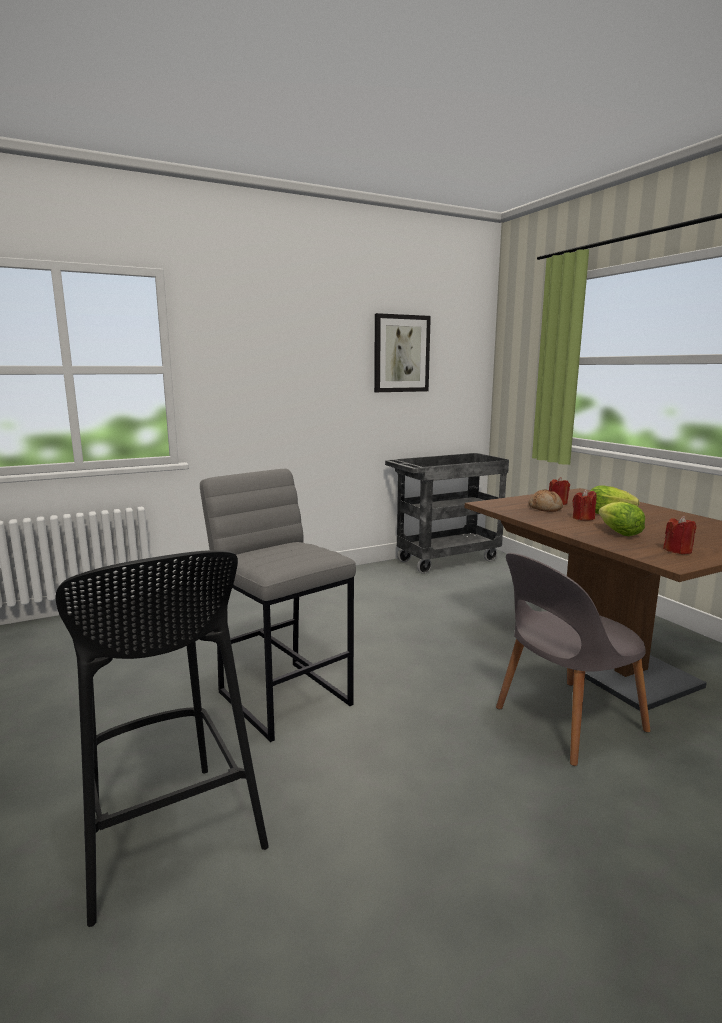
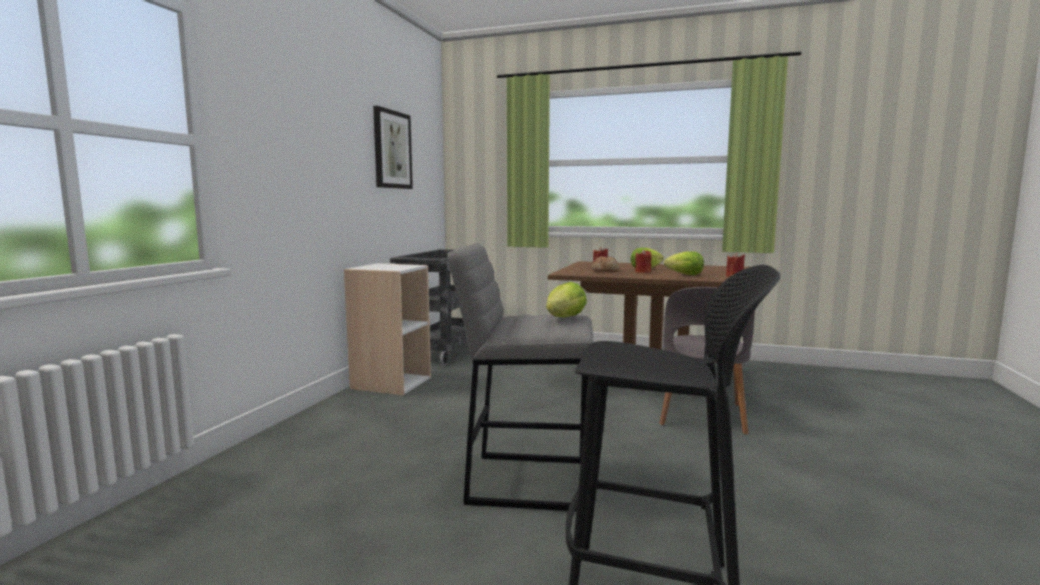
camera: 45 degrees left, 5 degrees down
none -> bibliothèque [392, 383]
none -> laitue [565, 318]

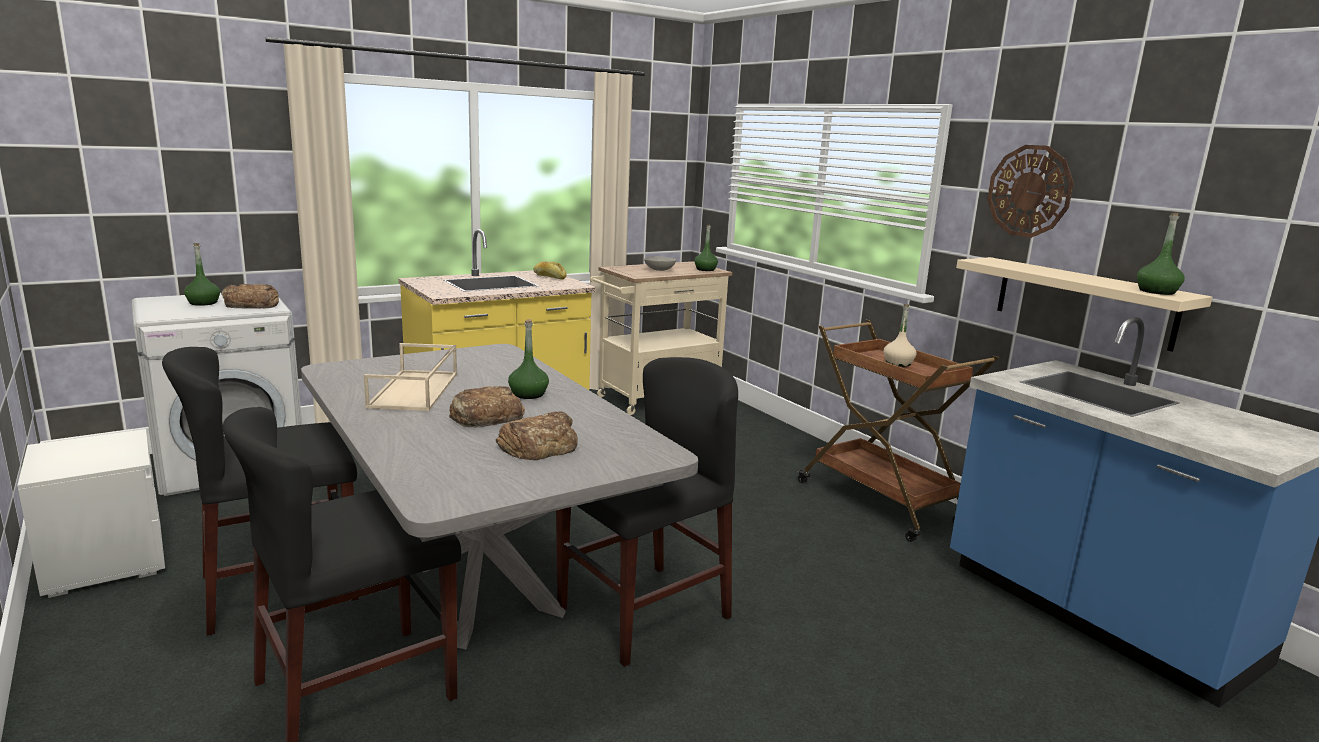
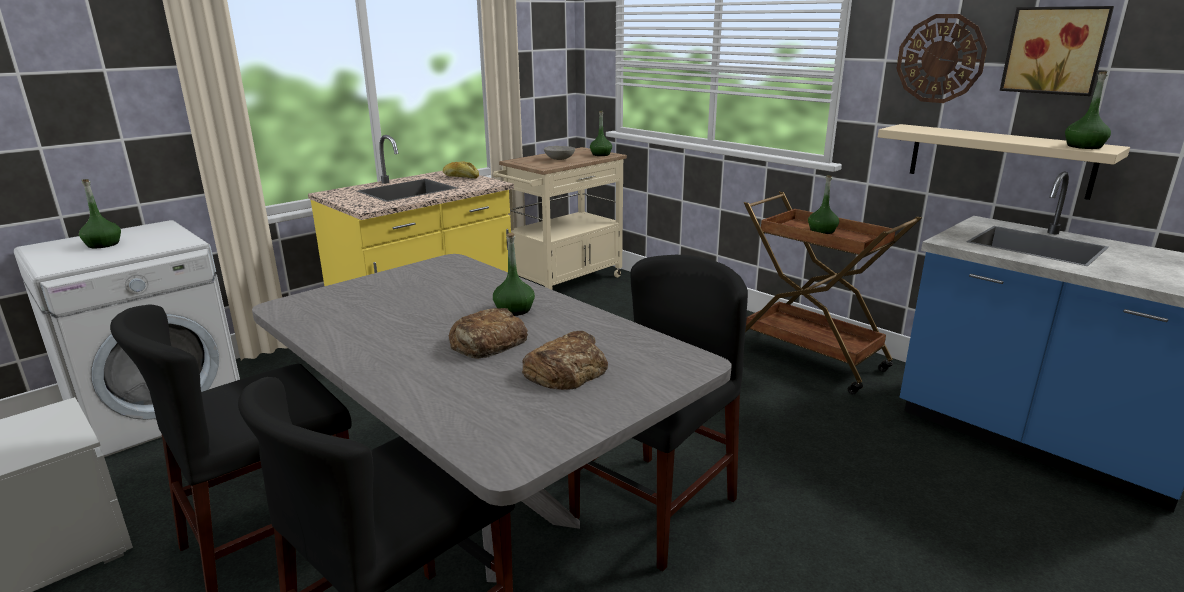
camera: 10 degrees left, 5 degrees up
pain [251, 304] -> none
plateau (beige) [415, 390] -> none
bouteille (beige) [898, 363] -> bouteille (vert) [822, 231]
none -> tableau [1055, 50]

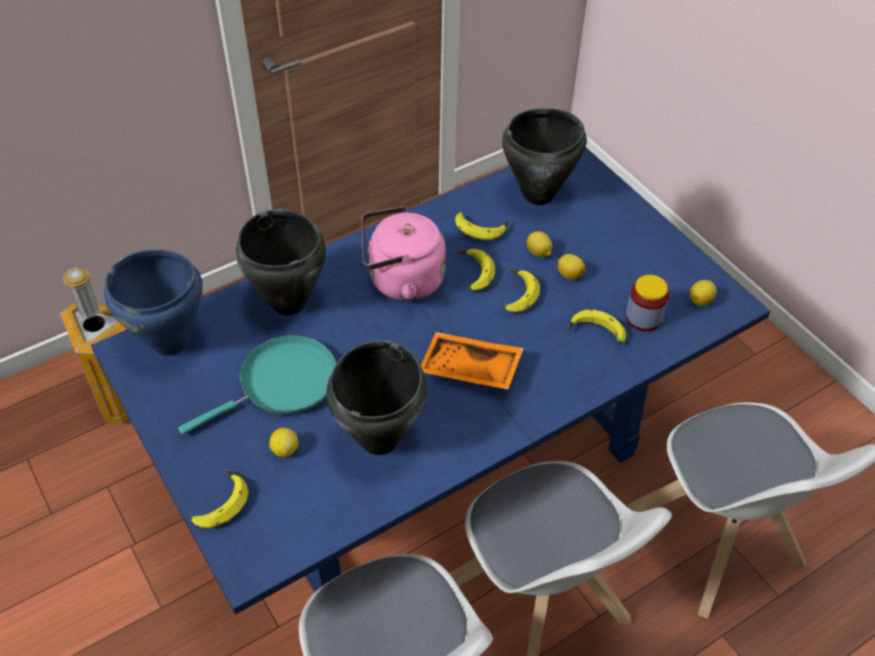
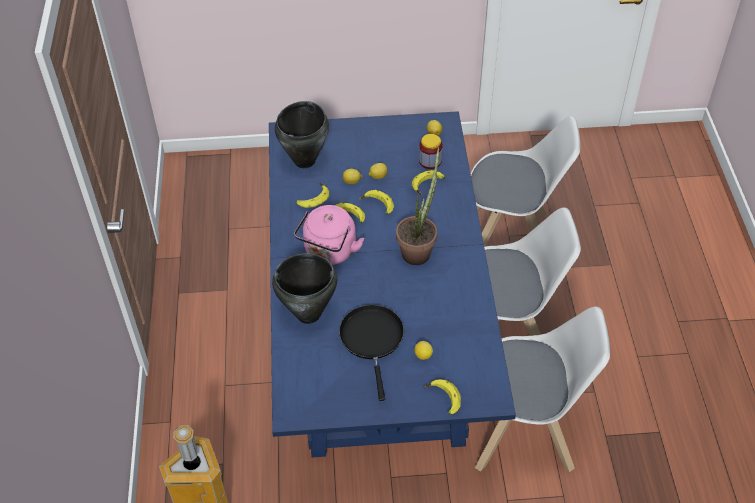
camera: 60 degrees left, 0 degrees up
marmite (bleu) [170, 343] -> none
poêle (turquoise) [282, 383] -> poêle (noir) [372, 339]
marmite (noir) [380, 439] -> none
plateau (orange) [469, 370] -> plante en pot [418, 249]

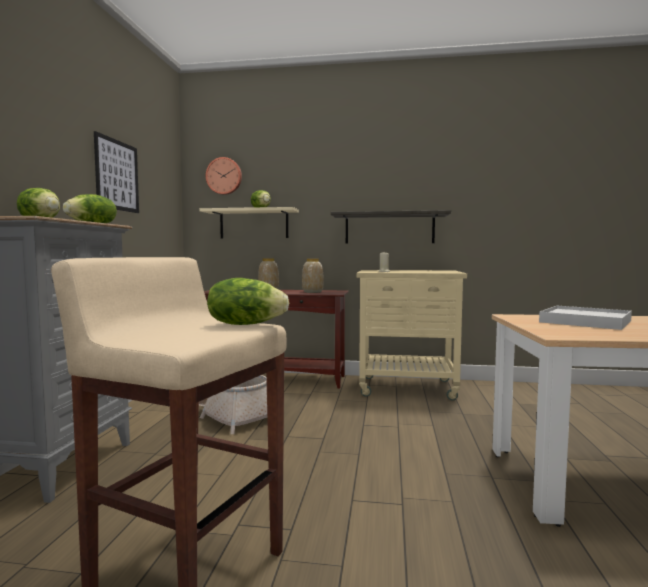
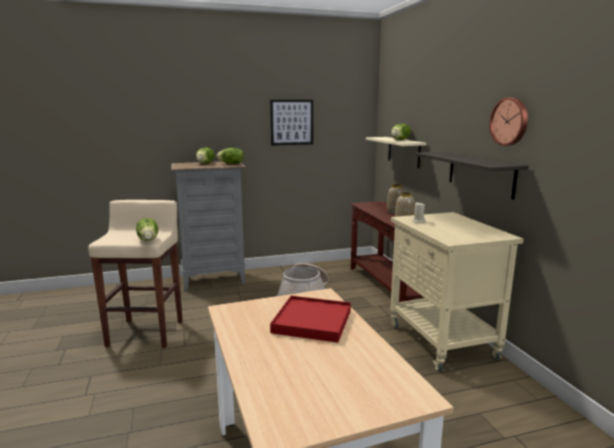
camera: 65 degrees right, 10 degrees up
horloge murale [224, 176] -> horloge murale [510, 121], moved
plateau (blanc) [585, 321] -> plateau (rouge) [312, 322]

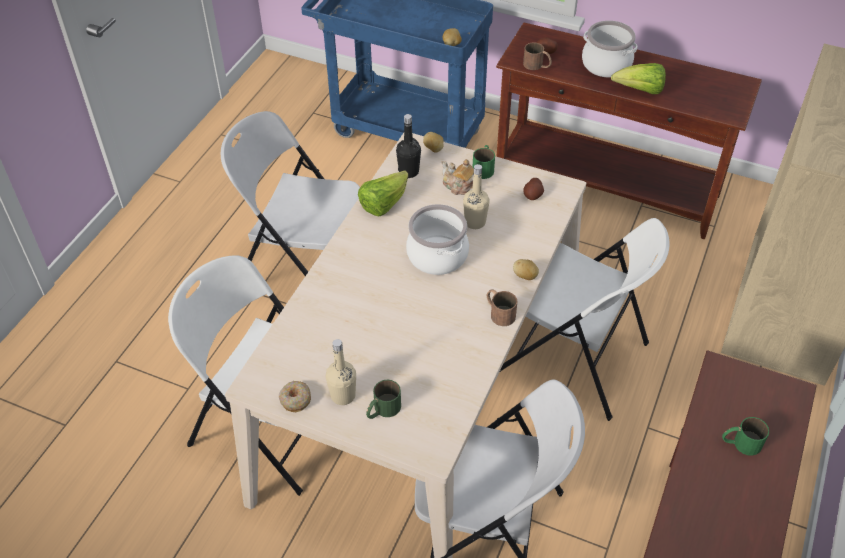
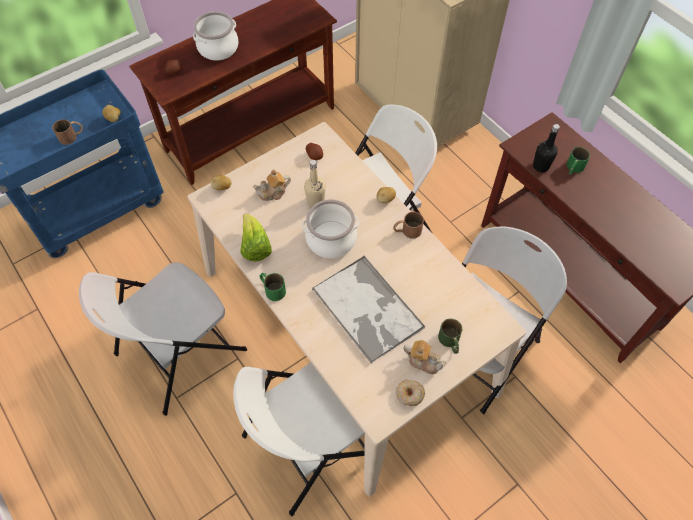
camera: 60 degrees left, 10 degrees up
bouteille (beige) [343, 395] -> théière [423, 361]
bouteille (noir) [409, 172] -> bouteille (noir) [540, 166], moved
mug (vert) [484, 167] -> mug (vert) [272, 289], moved
mug (marron) [537, 65] -> mug (marron) [72, 136], moved
laitue [640, 91] -> none
none -> plateau [368, 309]

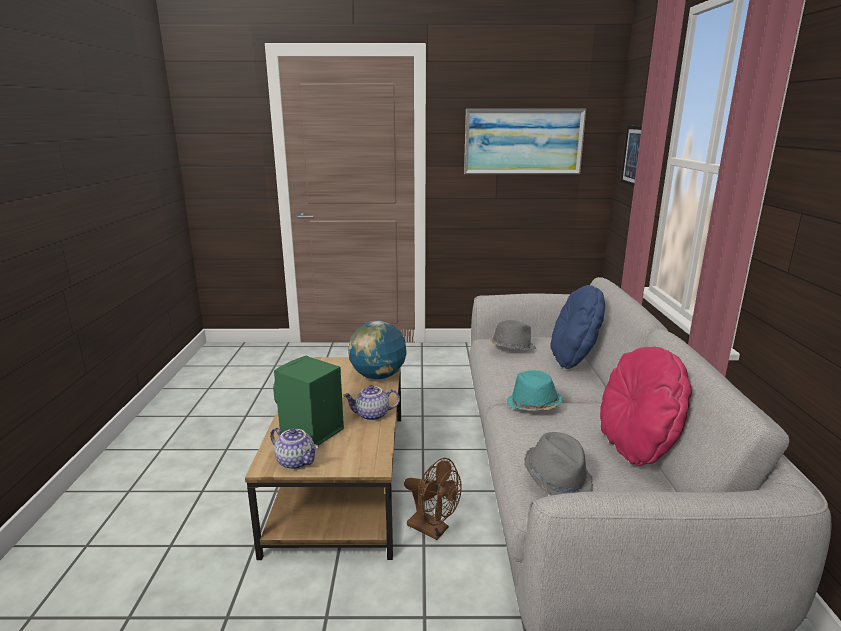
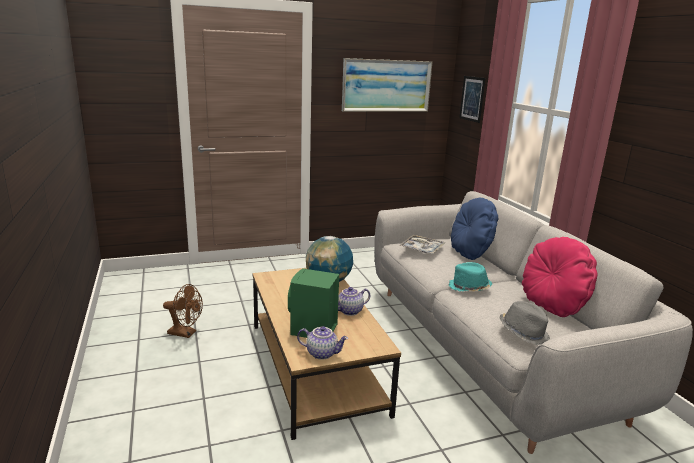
camera: 20 degrees left, 0 degrees up
ventilateur (marron) [433, 529] -> ventilateur (marron) [186, 333], moved
chapeau (gris) [511, 348] -> plateau [422, 249]

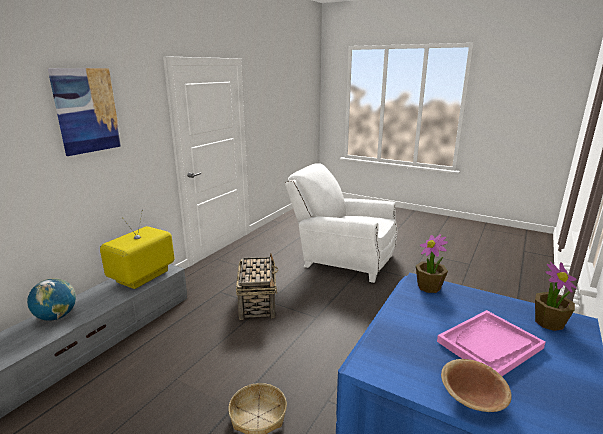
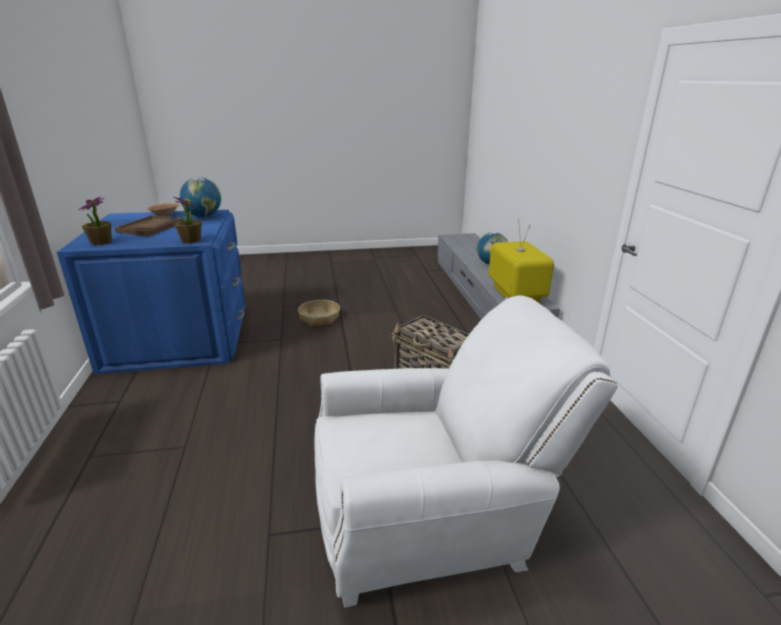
camera: 140 degrees right, 5 degrees up
tableau [87, 110] -> none
plateau (rose) [489, 345] -> plateau (marron) [150, 227]
none -> globe [203, 216]

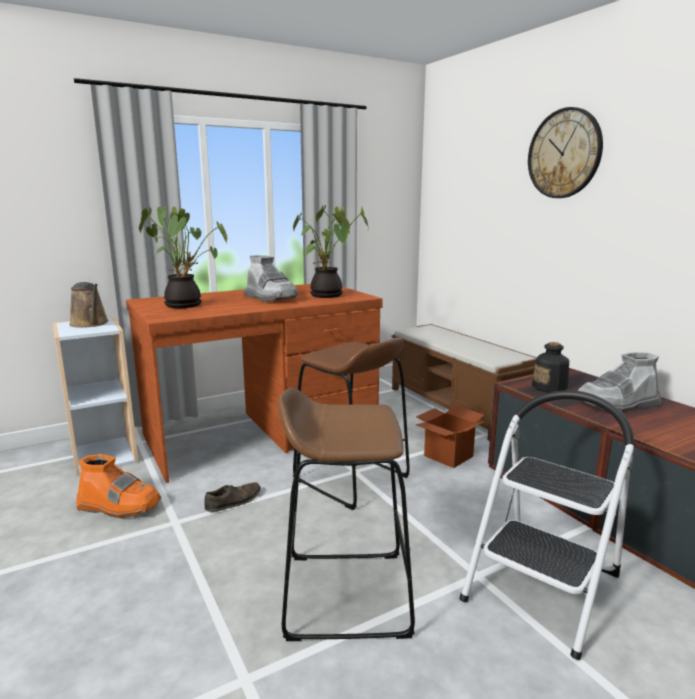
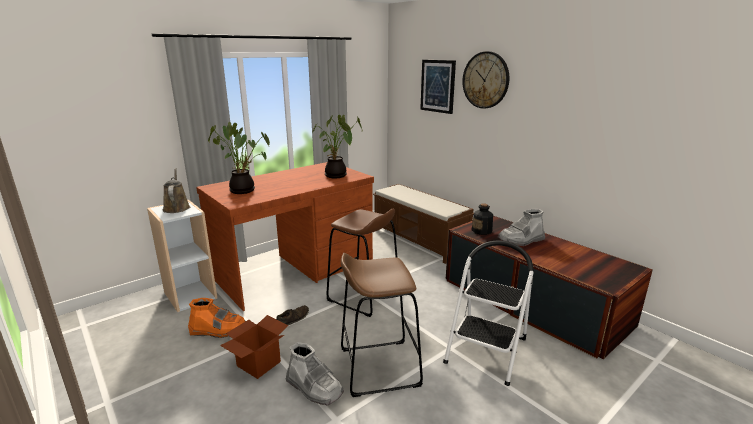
camera: 10 degrees left, 5 degrees up
arrosoir (marron) [90, 324] -> arrosoir (marron) [176, 207], 150 degrees counterclockwise
botte (gris) [271, 298] -> botte (gris) [314, 388], moved
carton [448, 456] -> carton [259, 363], moved
none -> tableau [438, 86]

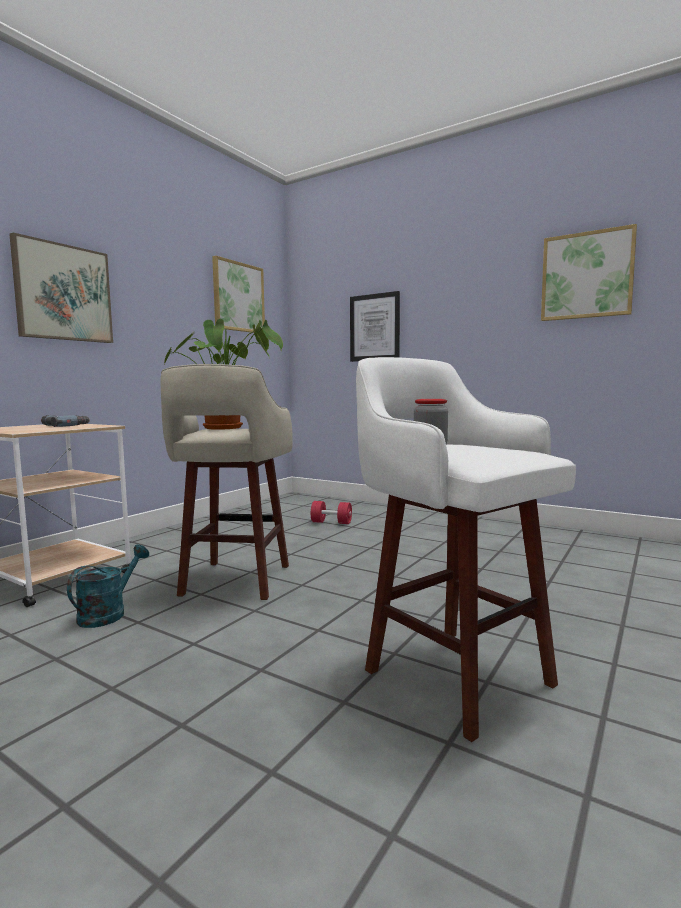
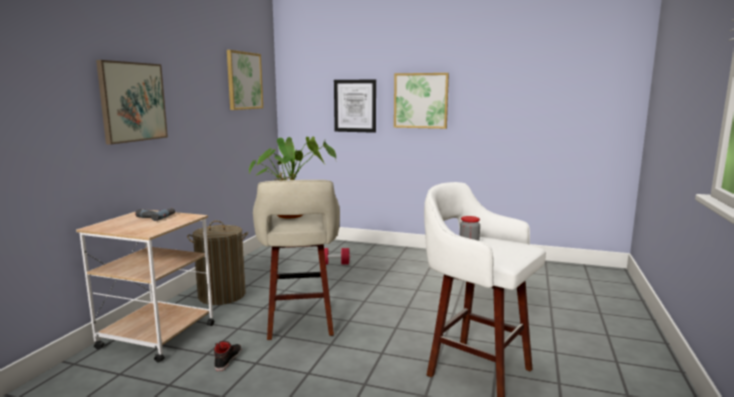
camera: 15 degrees left, 5 degrees up
arrosoir (turquoise) [108, 613] -> chaussure (noir) [228, 359]
tableau [586, 275] -> tableau [421, 100], moved
none -> panier à linge [222, 295]

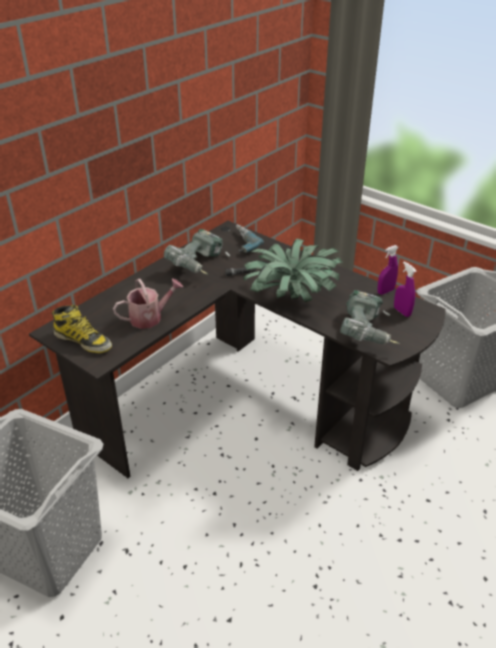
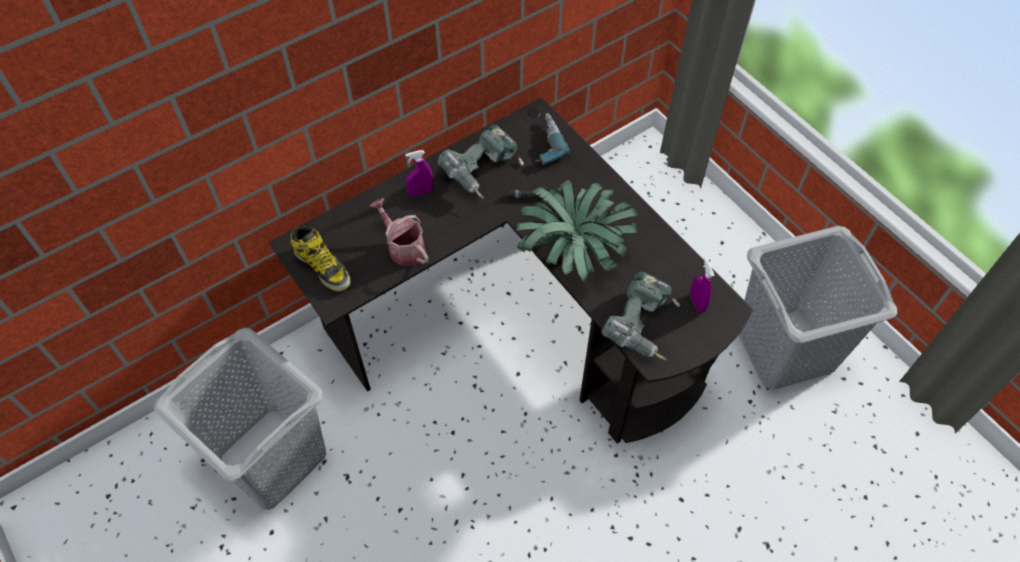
camera: 15 degrees right, 20 degrees up
arrosoir [150, 317] -> arrosoir [403, 247], 120 degrees counterclockwise
vaporisateur (violet) [385, 291] -> vaporisateur (violet) [421, 192], moved

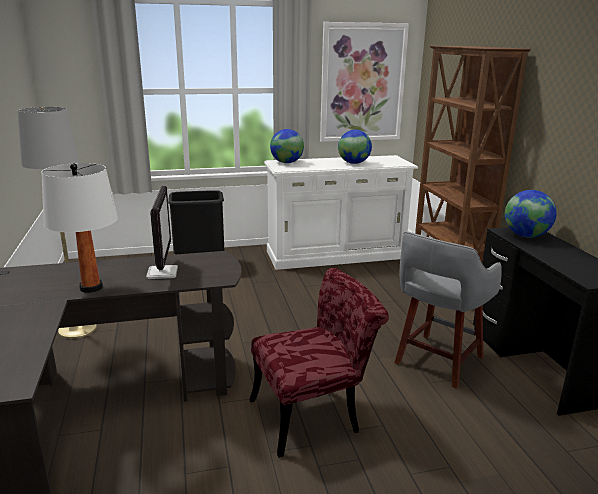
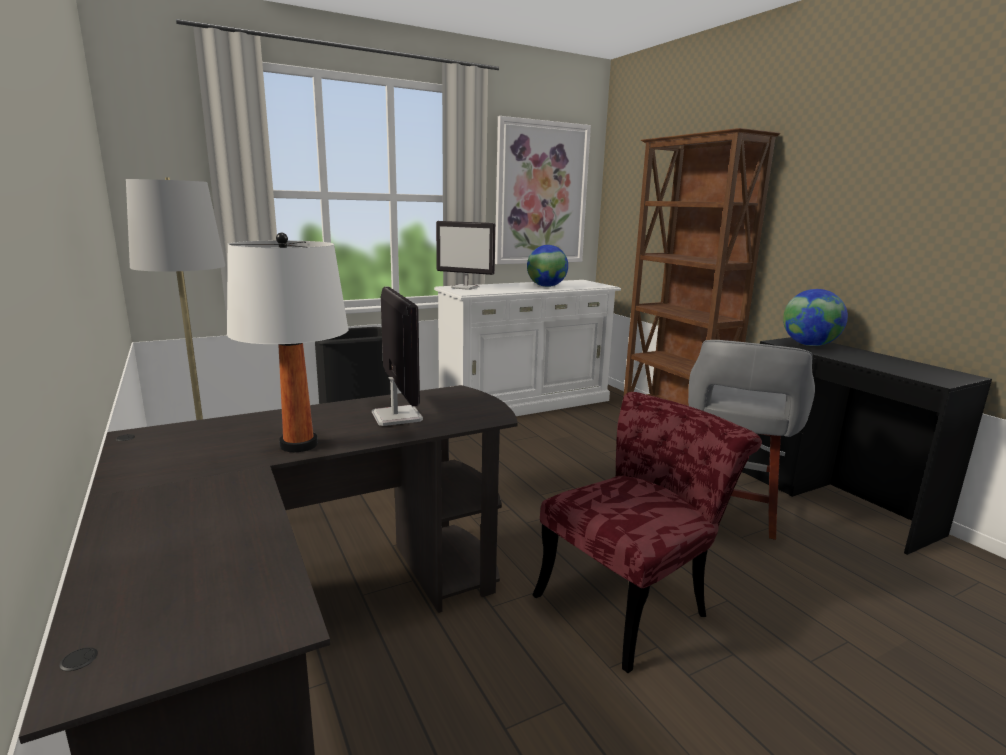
camera: 15 degrees left, 5 degrees down
globe [287, 162] -> écran d'ordinateur [466, 287]

